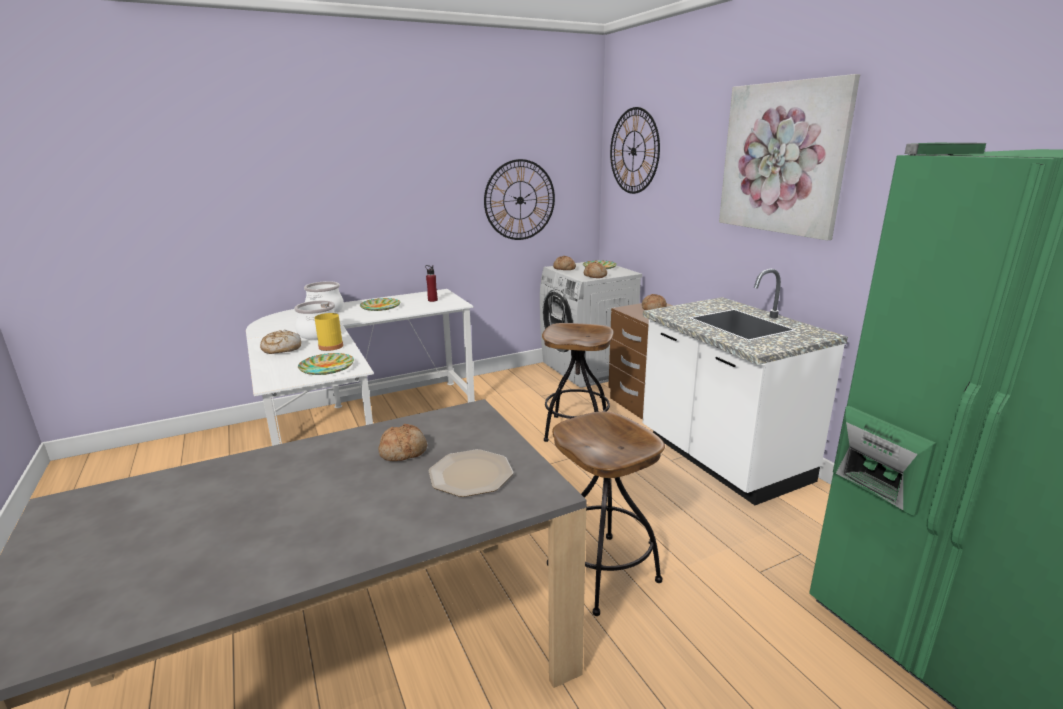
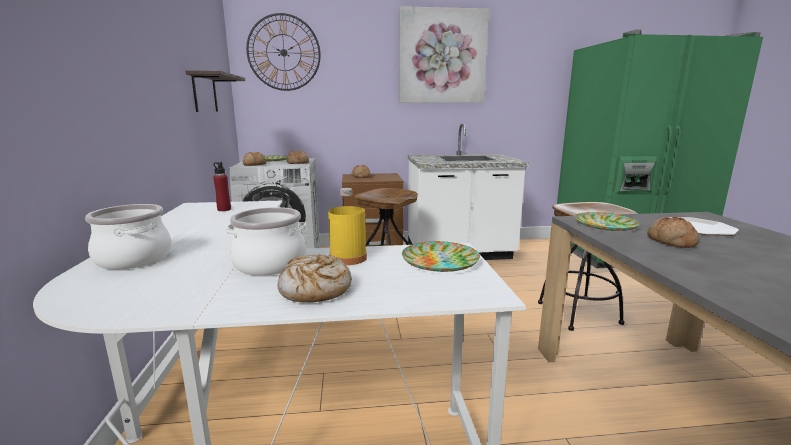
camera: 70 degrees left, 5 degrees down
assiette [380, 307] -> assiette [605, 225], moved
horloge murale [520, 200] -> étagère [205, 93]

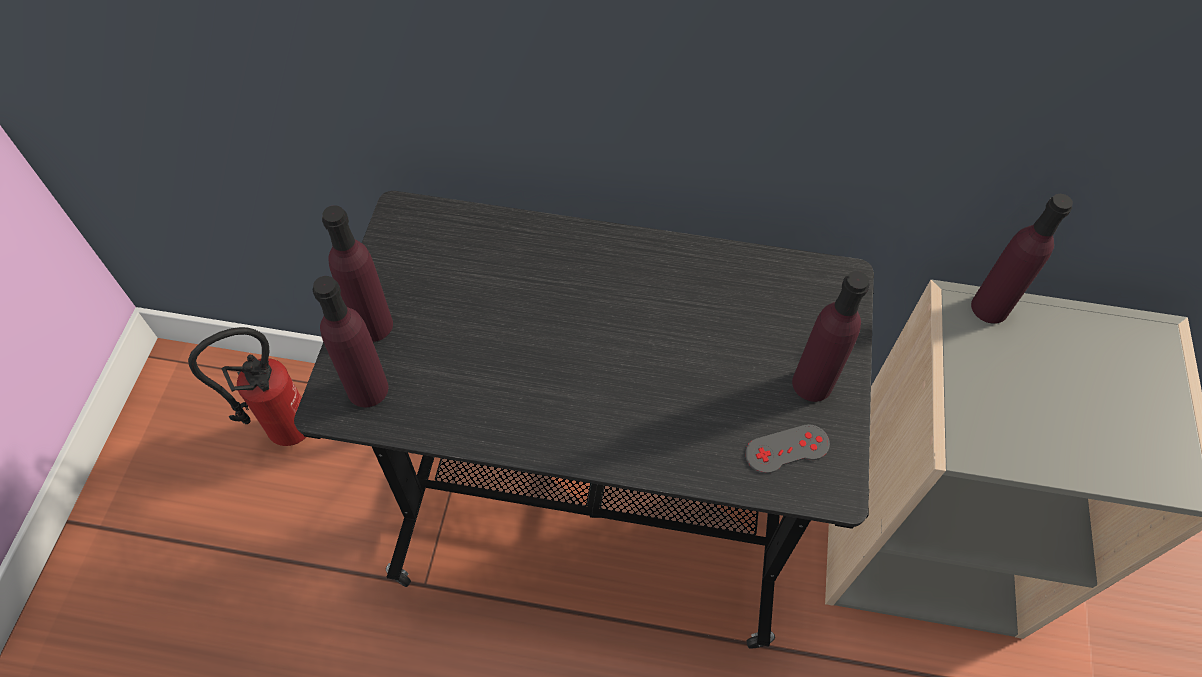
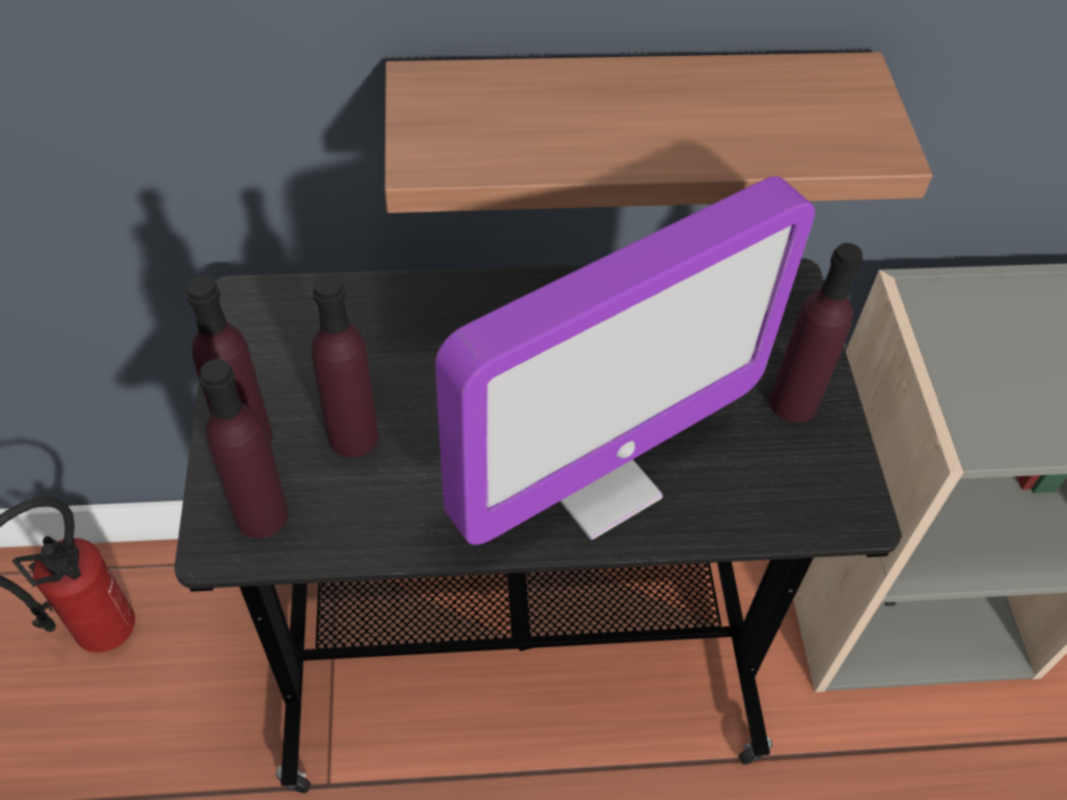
camera: 15 degrees left, 5 degrees down
manette (gris) [787, 449] -> none
bouteille (violet) [989, 308] -> bouteille (violet) [353, 436], moved
none -> étagère [628, 128]
none -> écran d'ordinateur [597, 483]

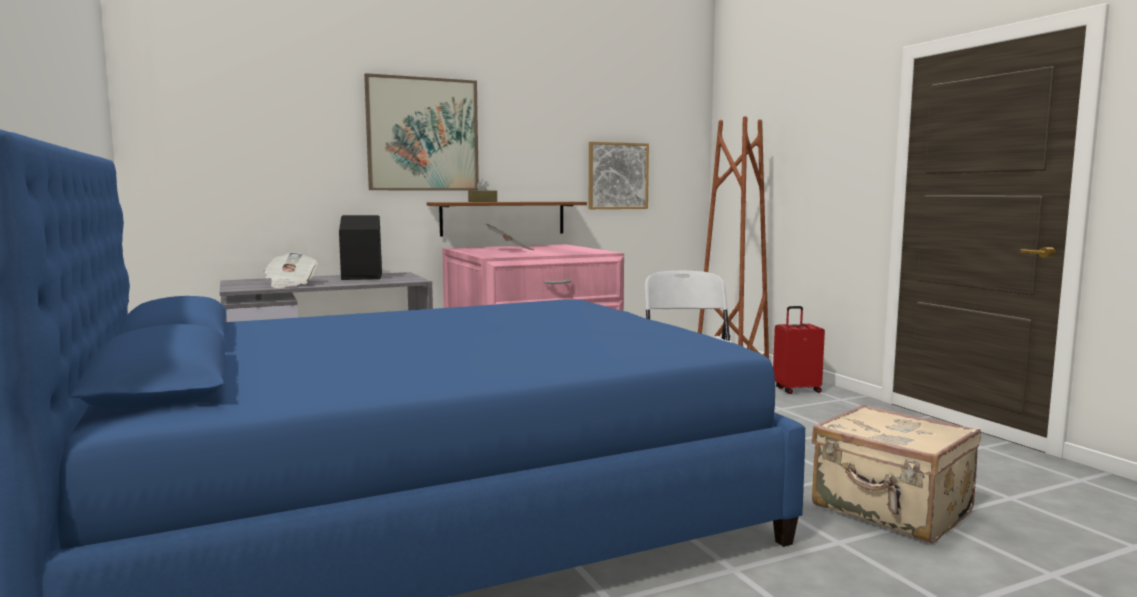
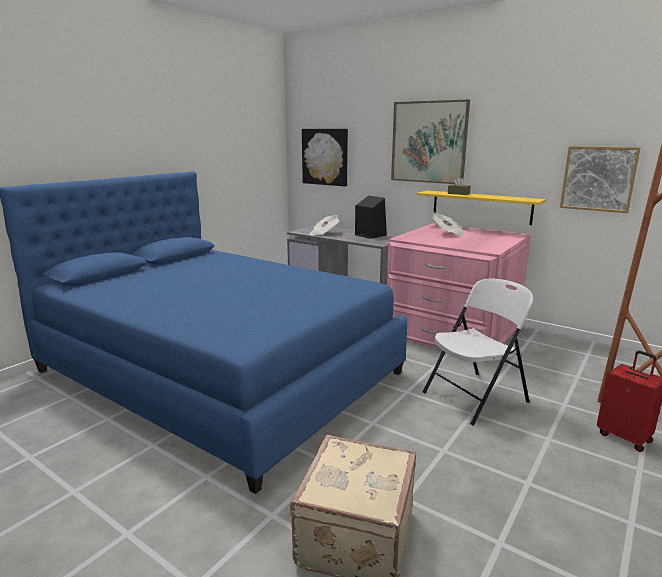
camera: 60 degrees right, 10 degrees up
étagère (marron) [503, 218] -> étagère (jaune) [481, 207]
none -> tableau [325, 157]

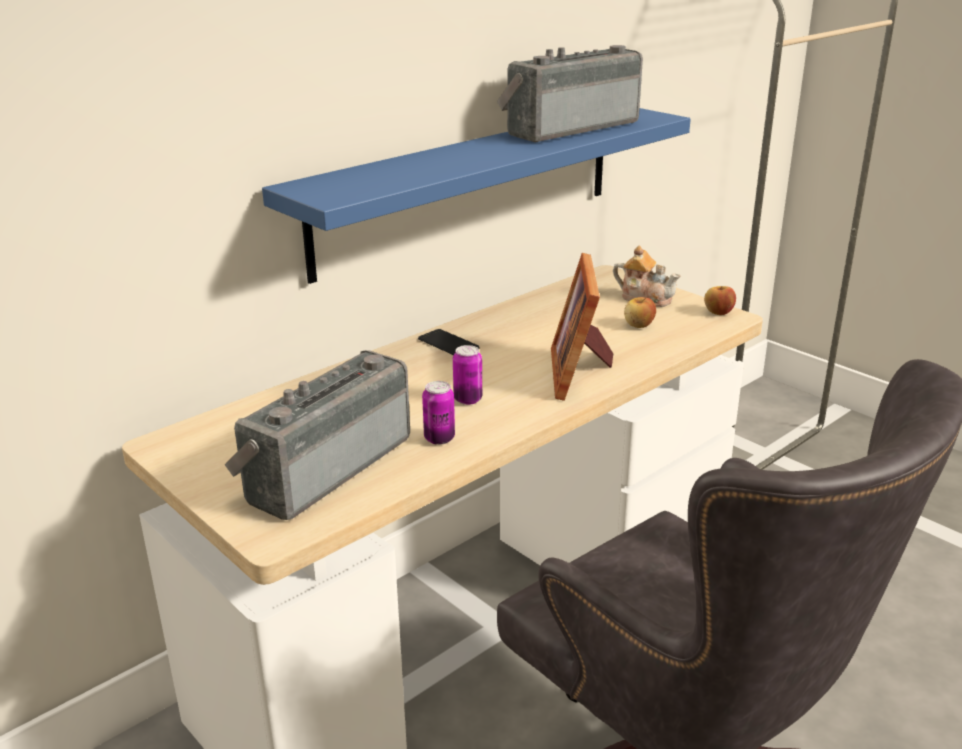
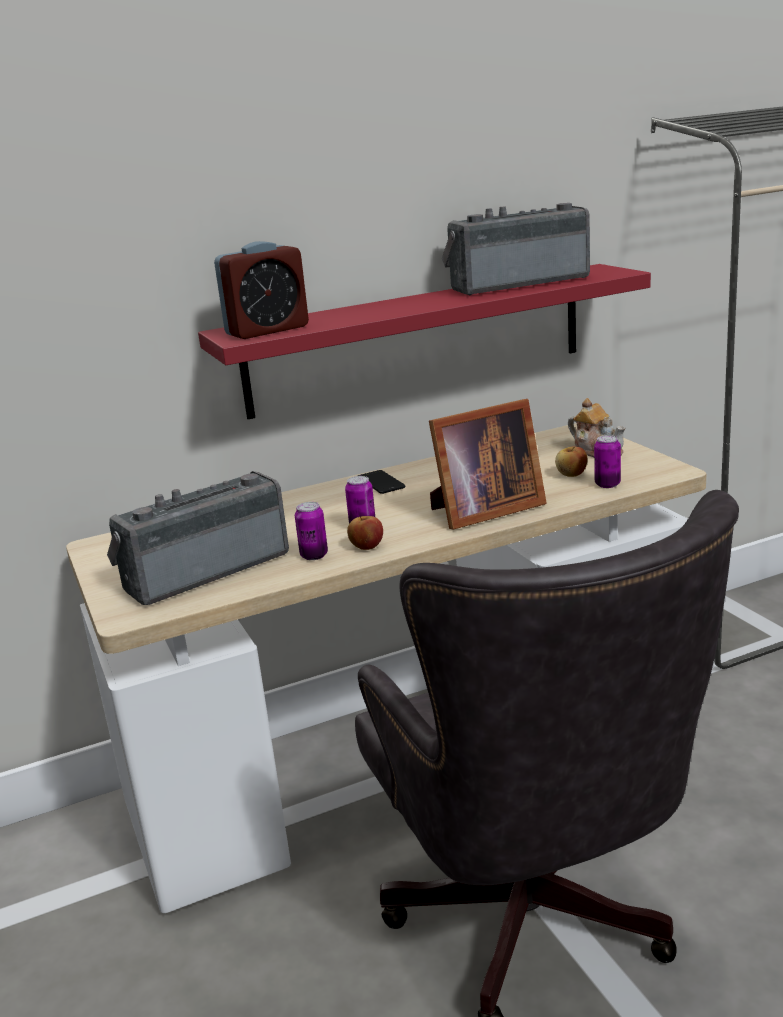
camera: 20 degrees right, 5 degrees down
étagère (bleu) [470, 187] -> étagère (rouge) [418, 339]
cadre photo [580, 372] -> cadre photo [482, 511], 135 degrees counterclockwise
pomme [718, 312] -> pomme [366, 546], moved
none -> réveil [267, 330]
none -> boîte métallique [607, 484]

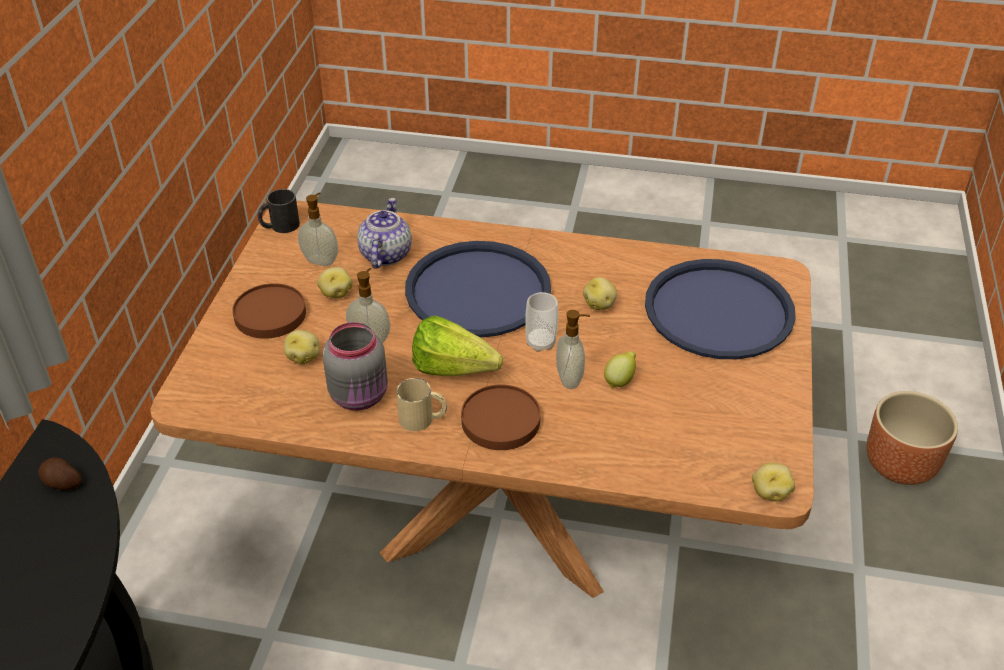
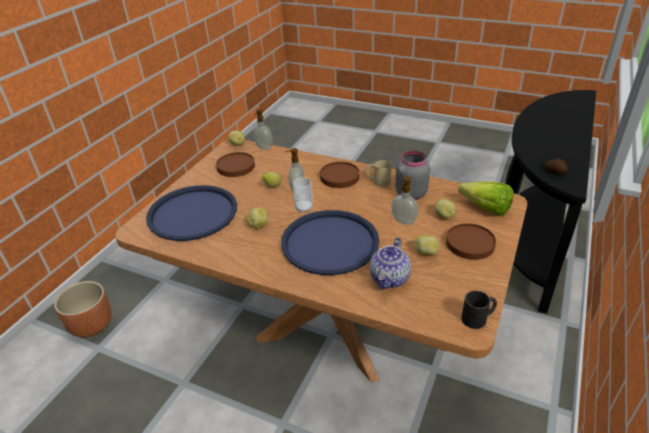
camera: 165 degrees left, 5 degrees down
distributeur de savon [321, 260] -> distributeur de savon [263, 147], moved
laitue [459, 372] -> laitue [482, 207], moved
none -> assiette (marron) [235, 167]

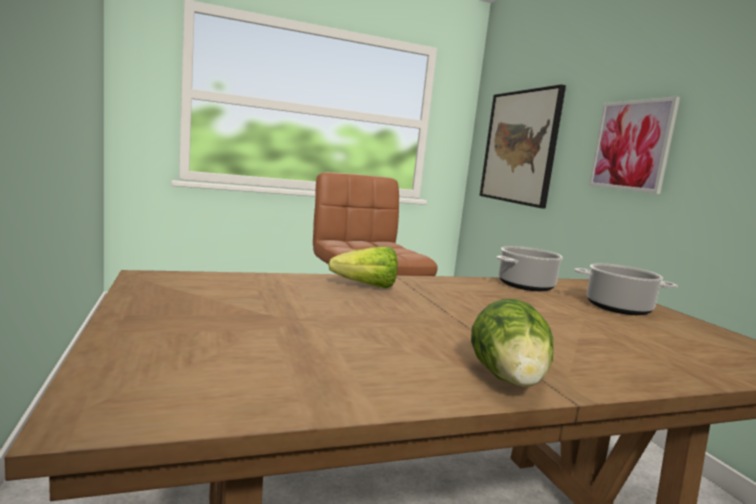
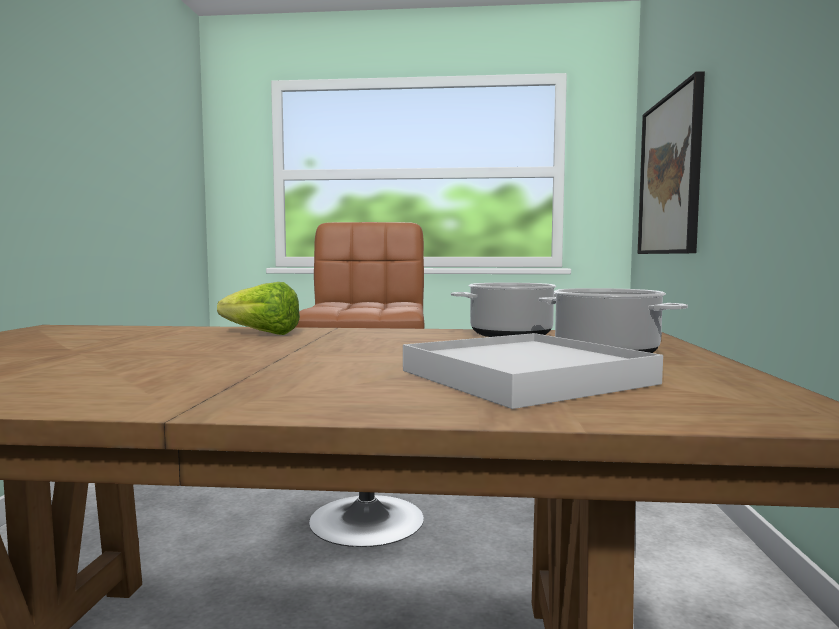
camera: 25 degrees right, 5 degrees down
laitue [509, 381] -> none
tableau [631, 145] -> none
none -> plateau (blanc) [525, 377]

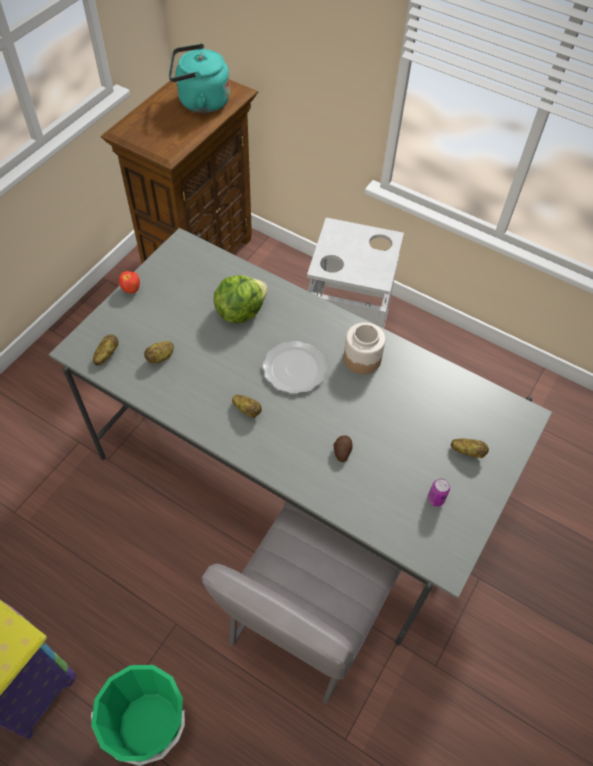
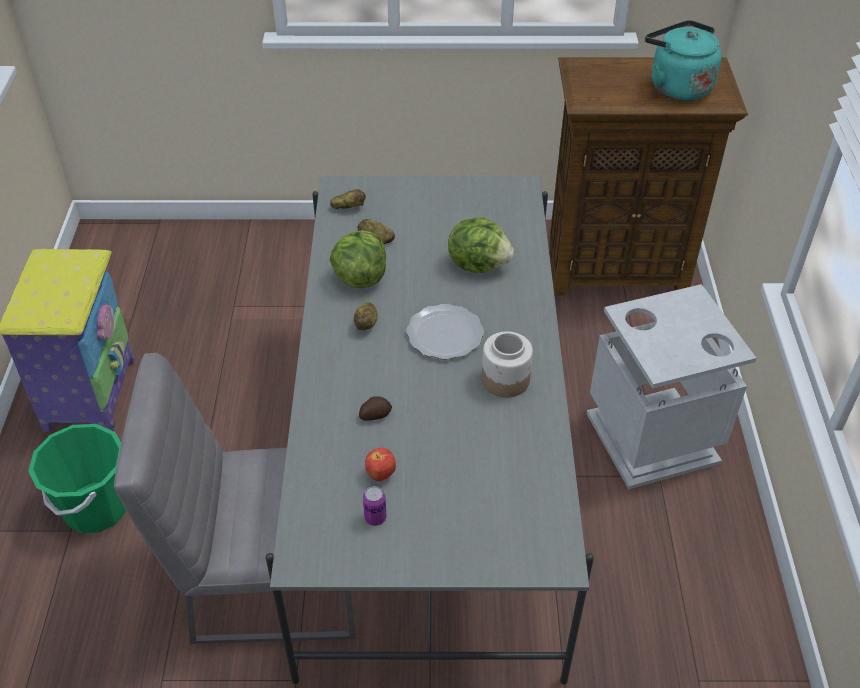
camera: 60 degrees right, 10 degrees down
pomme [131, 290] -> pomme [381, 475], moved
pomme de terre [467, 451] -> none
none -> laitue [360, 277]

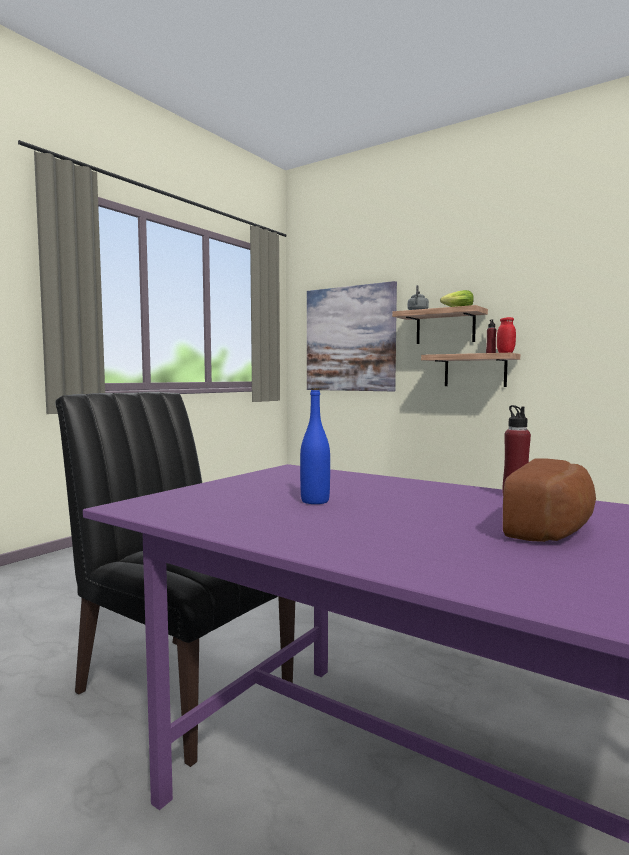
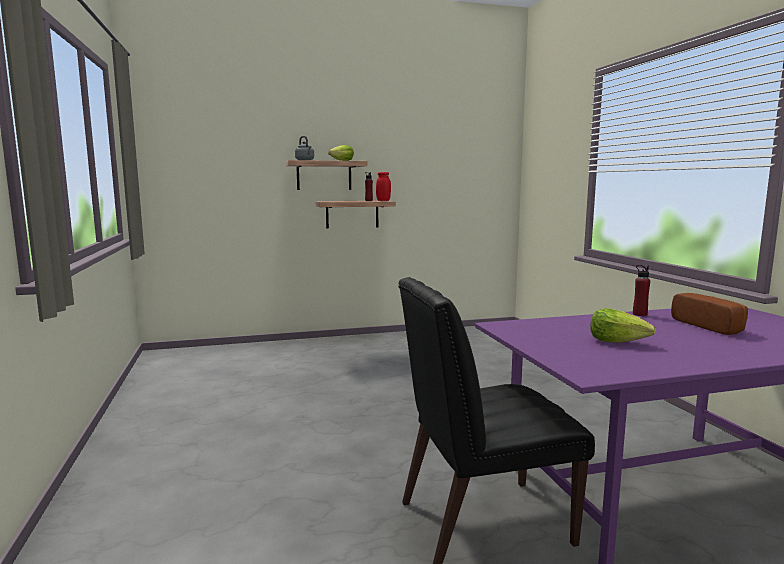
camera: 50 degrees left, 5 degrees up
bouteille (bleu) [315, 501] -> laitue [617, 341]
tableau [350, 339] -> none

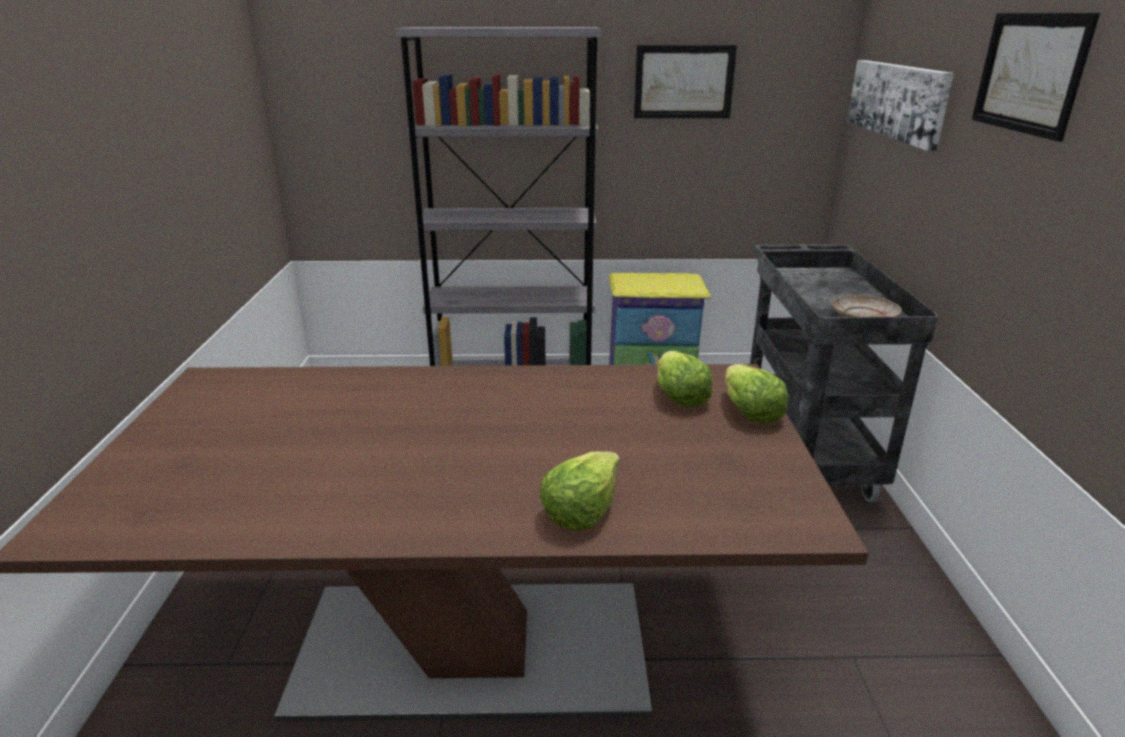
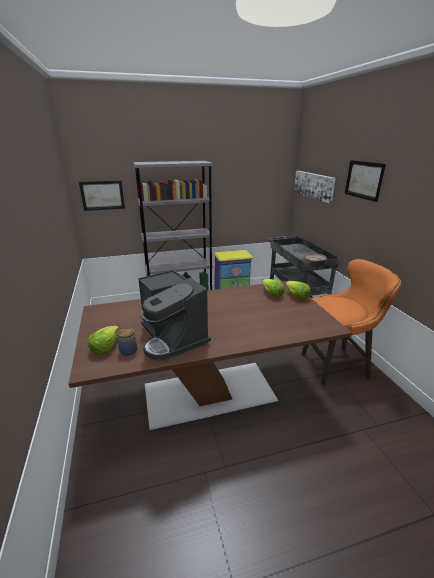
camera: 15 degrees left, 0 degrees up
laitue [581, 509] -> laitue [105, 347], moved
tableau [684, 82] -> tableau [102, 195], moved
none -> bocal [129, 351]
none -> machine à café [173, 338]
none -> tabouret (orange) [337, 365]

